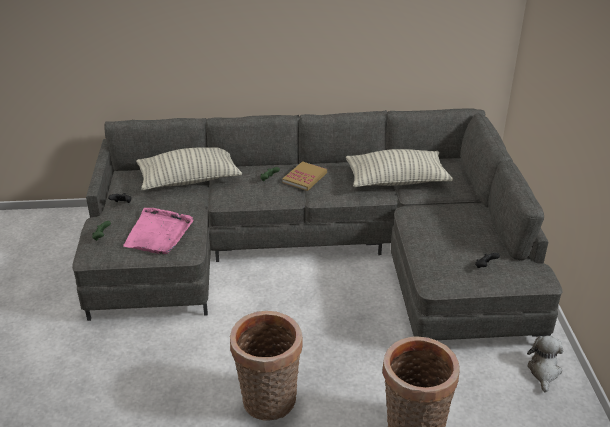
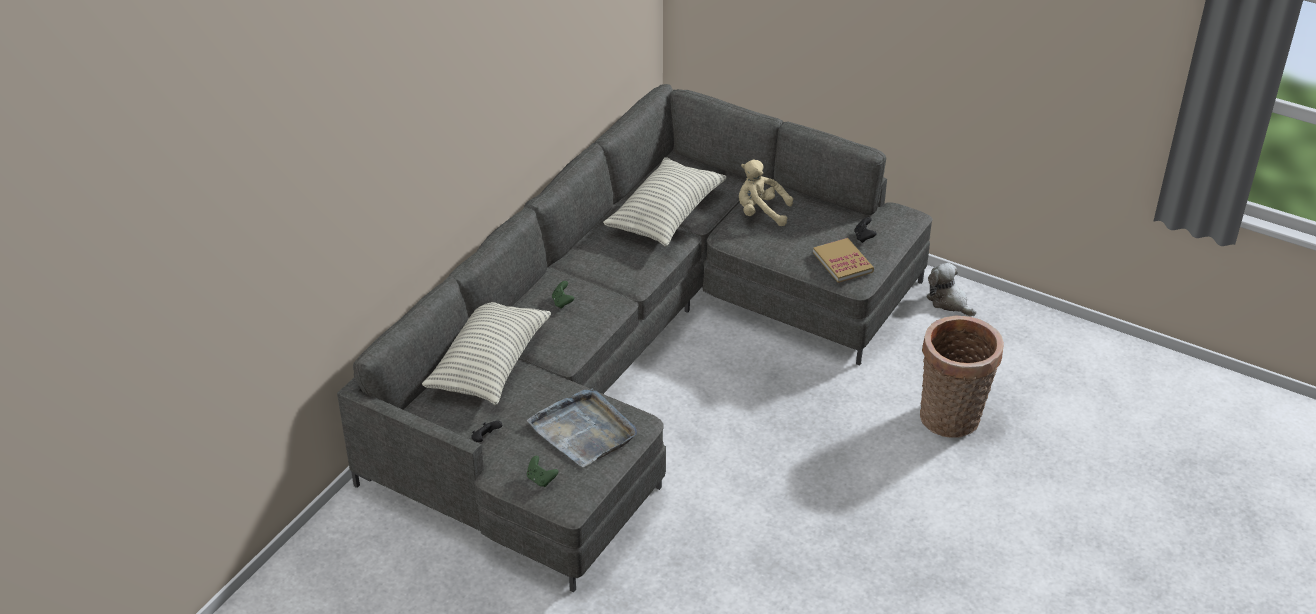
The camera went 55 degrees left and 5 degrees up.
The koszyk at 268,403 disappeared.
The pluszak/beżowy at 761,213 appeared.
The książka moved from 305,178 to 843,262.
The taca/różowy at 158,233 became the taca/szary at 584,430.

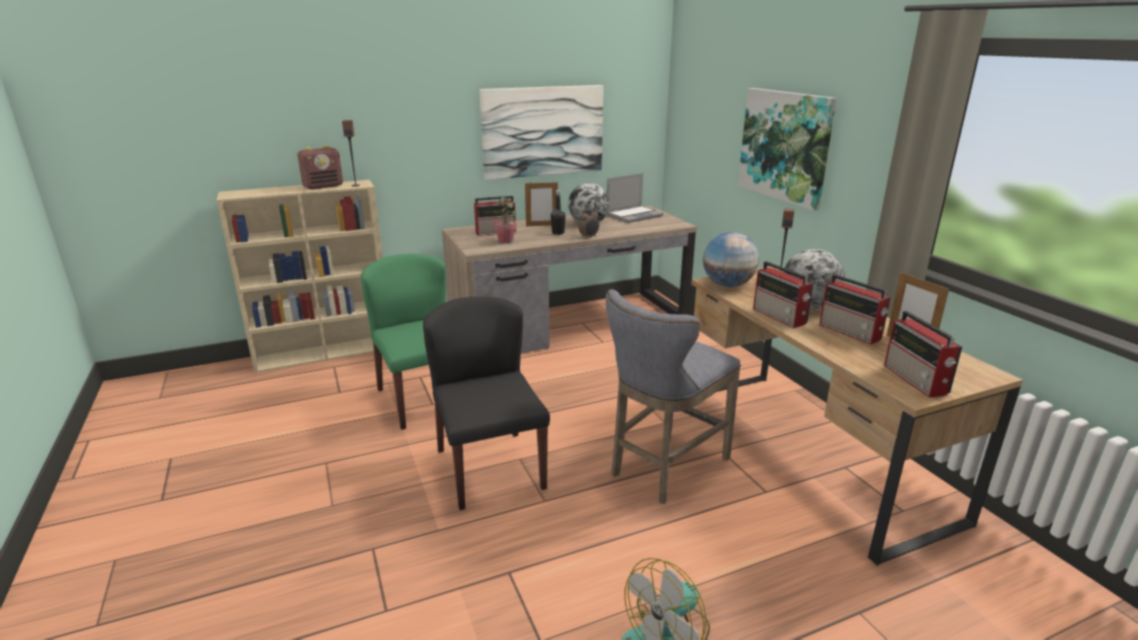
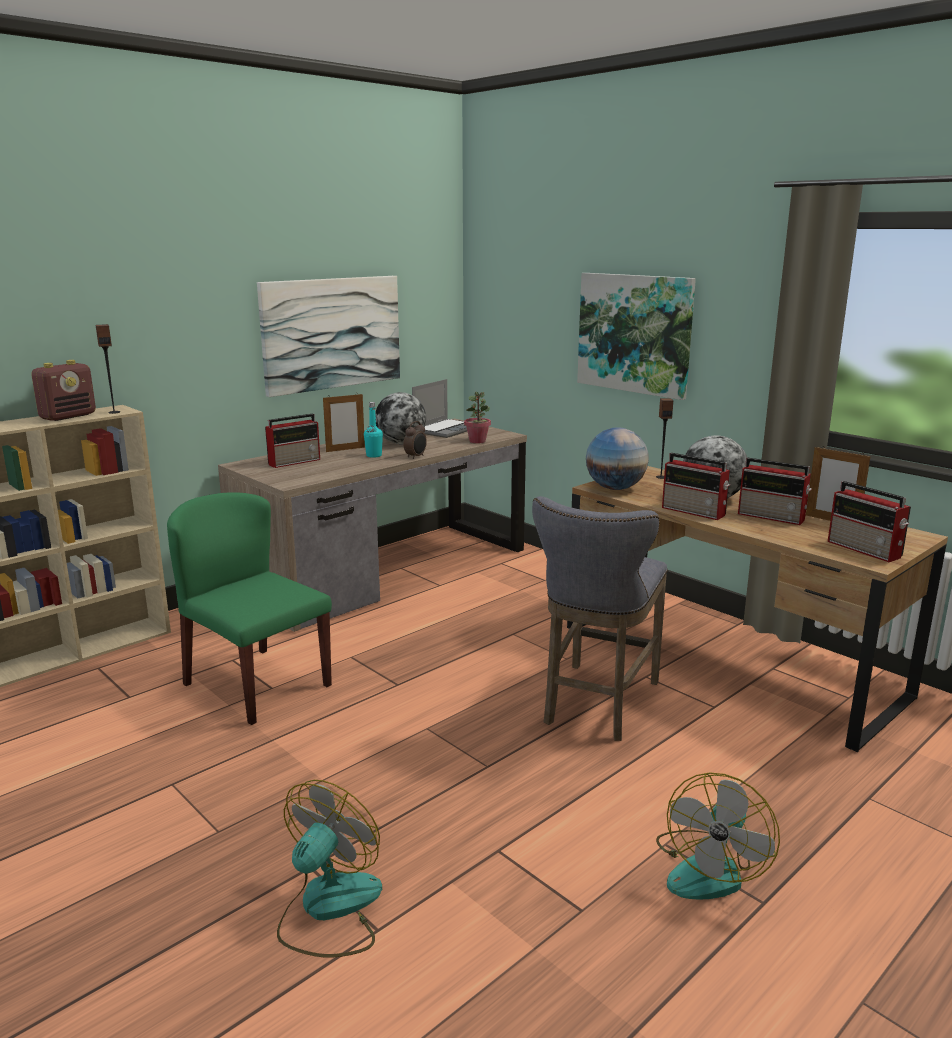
The camera went 20 degrees left and 5 degrees down.
The krzesło/czarny at 489,468 disappeared.
The wentylator at 329,909 appeared.
The roślina doniczkowa moved from 506,241 to 477,441.
The butelka/czarny at 558,233 became the butelka/turkusowy at 374,455.

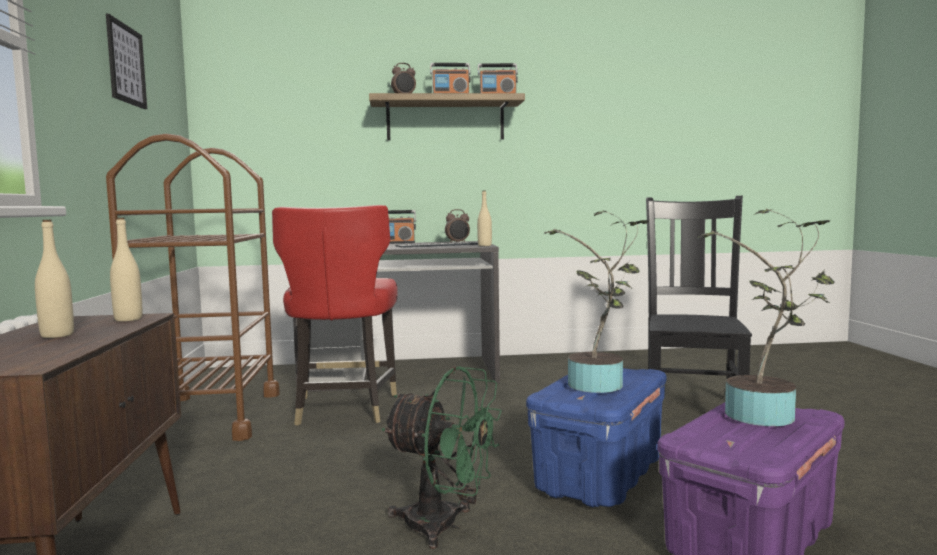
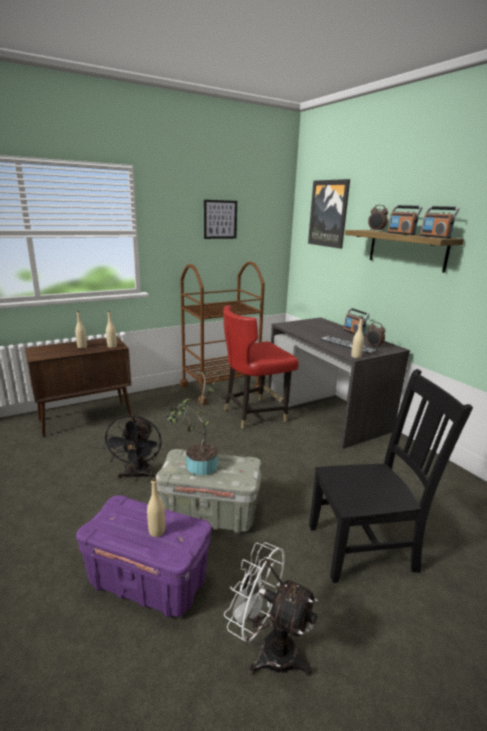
The camera went 65 degrees right and 15 degrees up.
The wentylator/biały at 268,649 appeared.
The obraz at 328,213 appeared.
The roślina doniczkowa at 766,417 was replaced by the butelka/beżowy at 157,531.
The wentylator/zielony at 444,526 became the wentylator/czarny at 137,476.
The pojemnik do przechowywania/niebieski at 599,475 became the pojemnik do przechowywania/szary at 210,513.

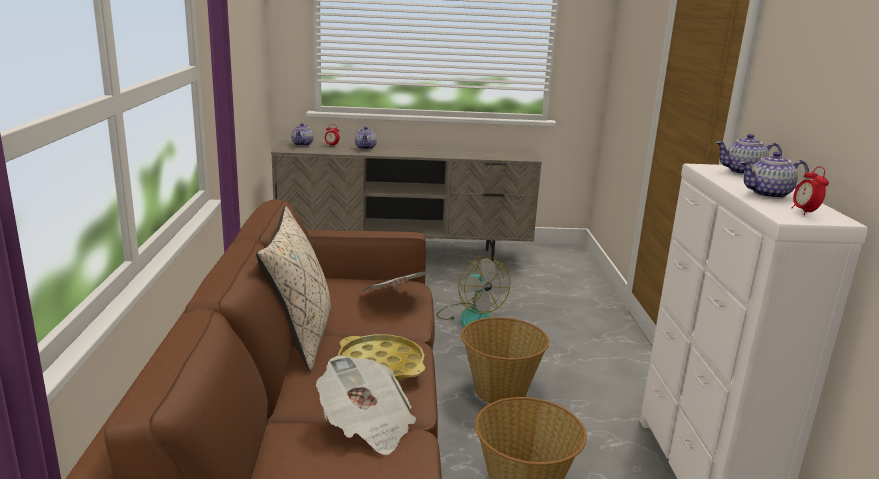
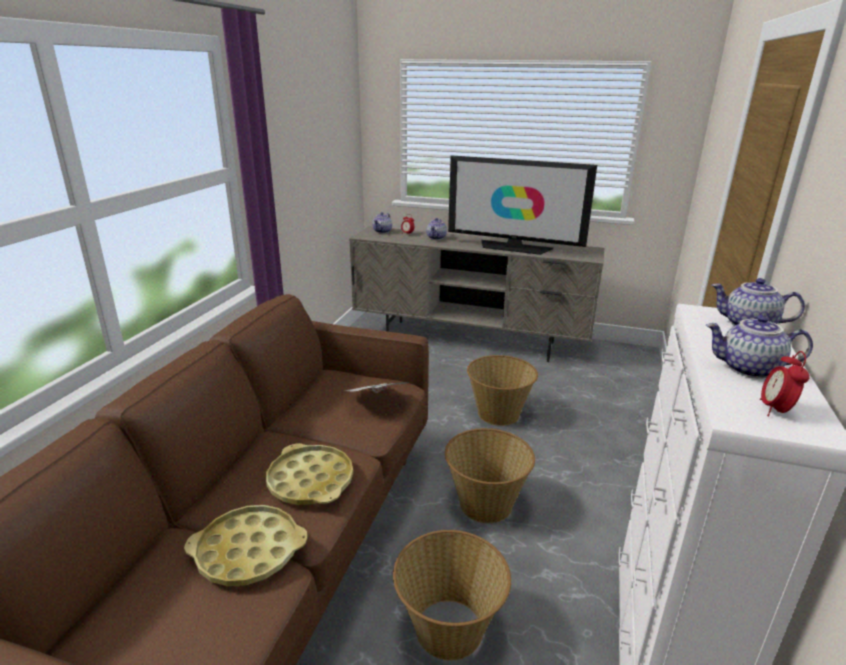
The camera went 20 degrees right and 5 degrees up.
The poduszka/beżowy at 299,338 disappeared.
The telewizor at 514,248 appeared.
The gazeta at 366,425 was replaced by the taca/żółty at 248,551.
The wentylator at 470,316 was replaced by the koszyk at 498,413.

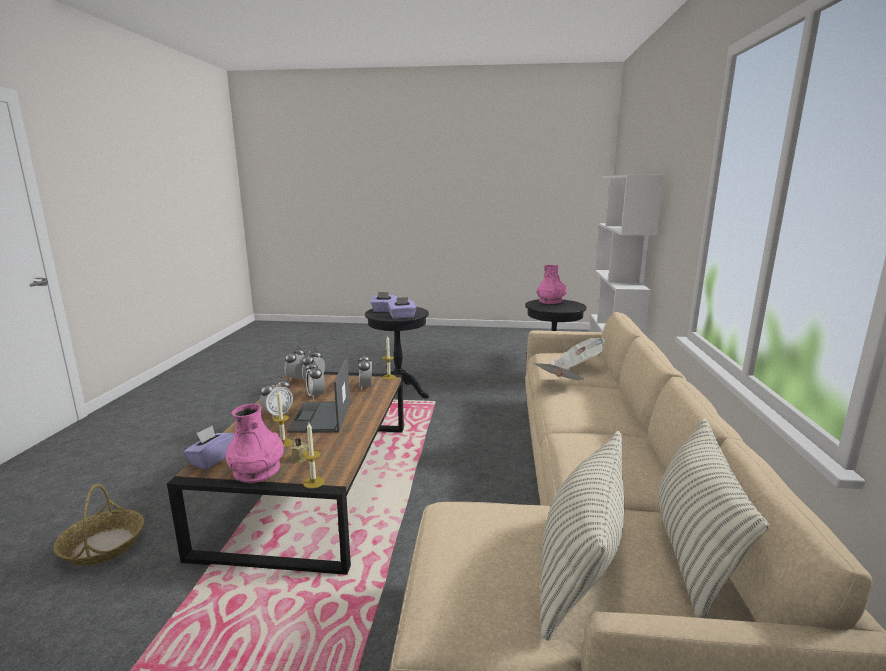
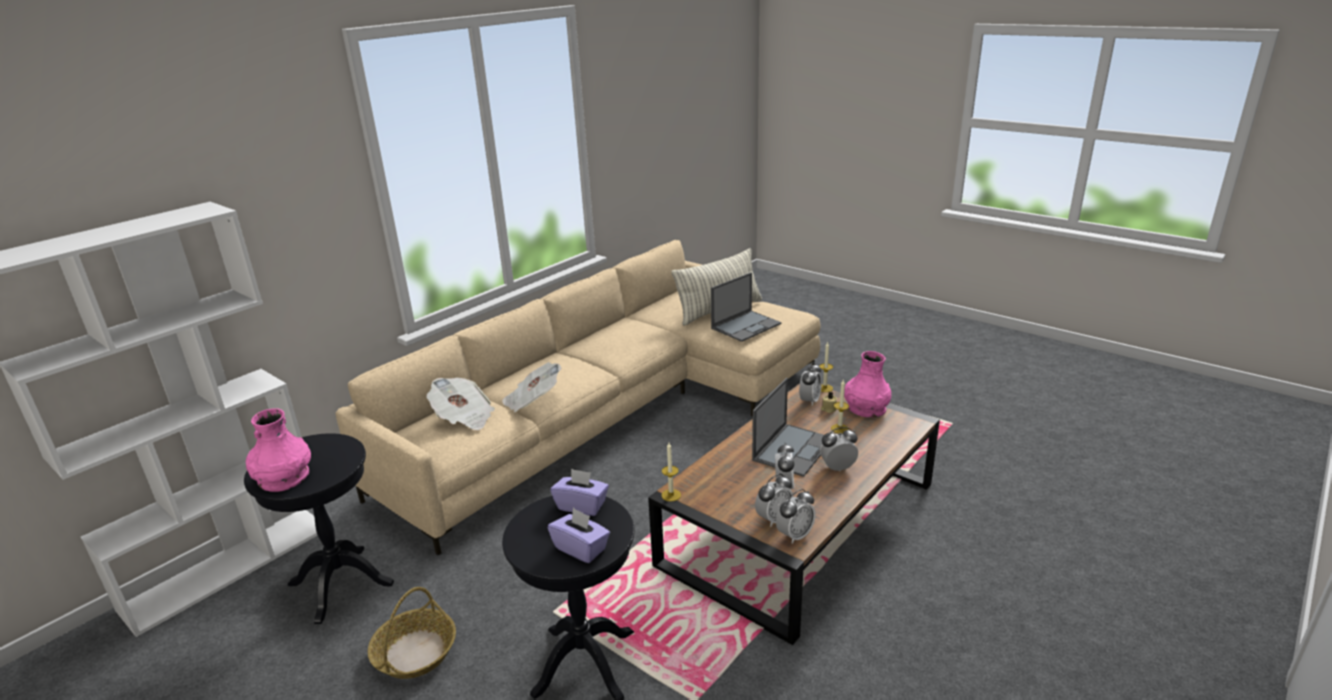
The camera went 145 degrees left and 10 degrees up.
The pudełko chusteczek/fioletowy at 211,459 disappeared.
The poduszka at 692,547 disappeared.
The laptop at 746,326 appeared.
The koszyk moved from 103,545 to 415,653.
The budzik moved from 365,387 to 809,400.

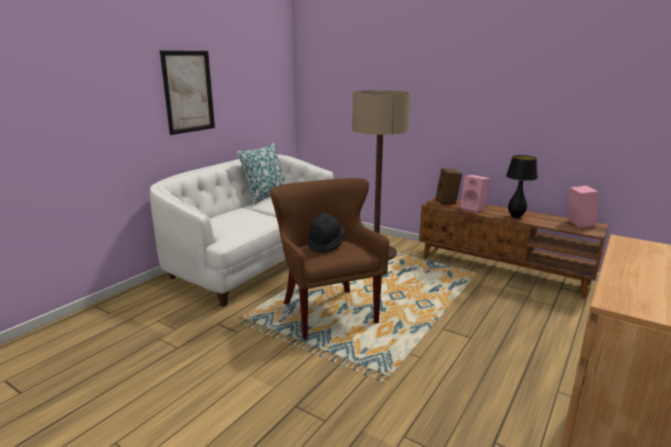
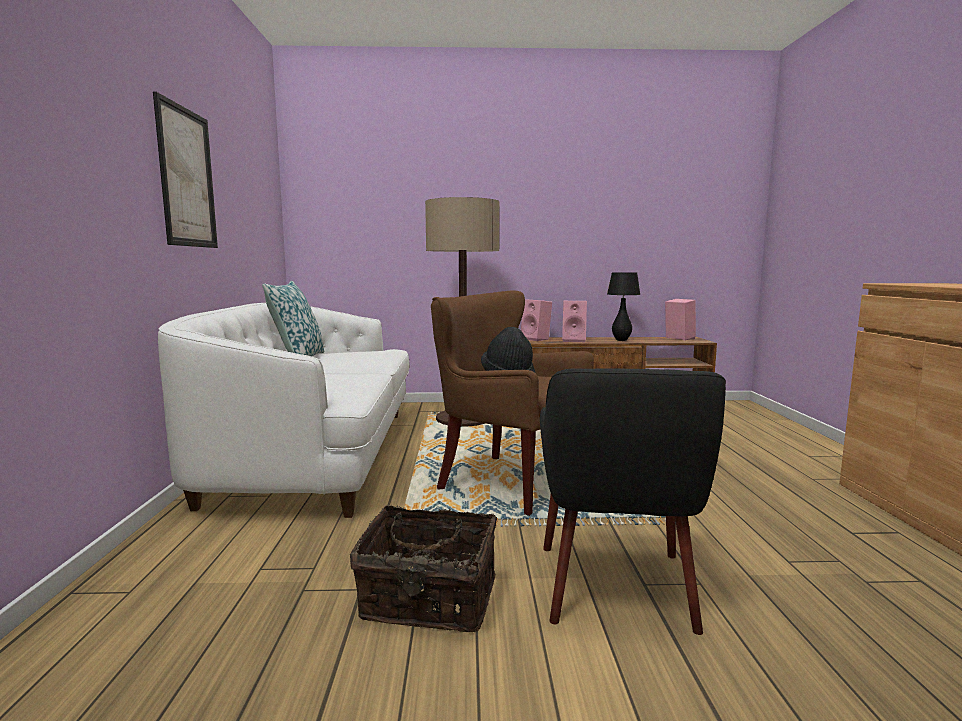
The camera went 35 degrees left and 10 degrees down.
The koszyk at 428,601 appeared.
The fotel/czarny at 615,586 appeared.
The głośnik/brązowy at 448,202 became the głośnik/różowy at 536,339.

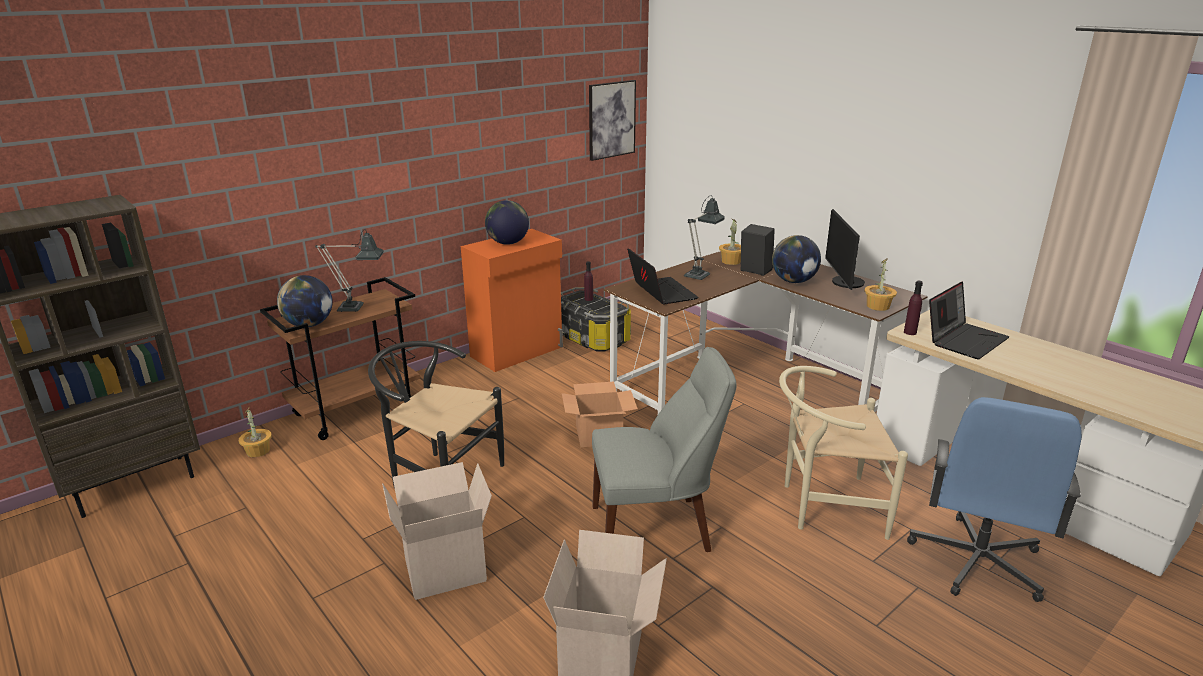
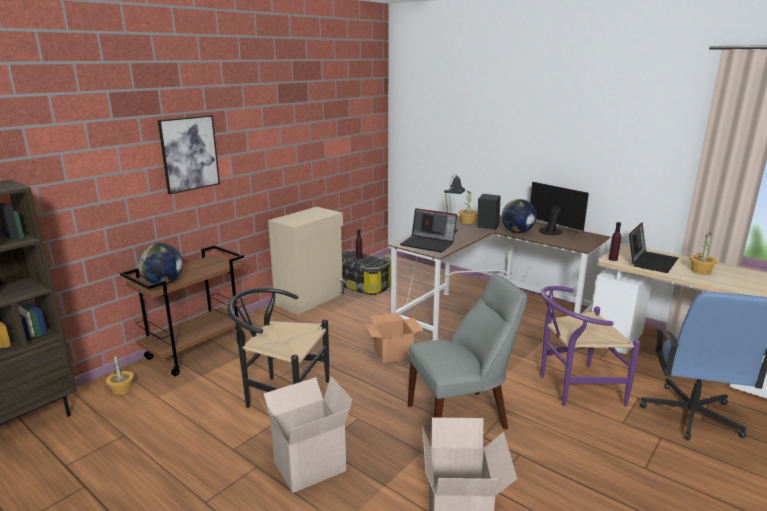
The camera went 10 degrees left and 5 degrees down.
The lampa stołowa at 357,308 disappeared.
The globus at 508,243 disappeared.
The obraz moved from 611,119 to 189,153.
The roślina doniczkowa moved from 878,306 to 701,271.
The szafka/pomarańczowy at 518,352 became the szafka/beżowy at 310,299.
The krzesło/beżowy at 824,506 became the krzesło/fioletowy at 573,388.
The laptop at 660,292 turned 150 degrees clockwise.
The monitor at 844,282 turned 150 degrees clockwise.

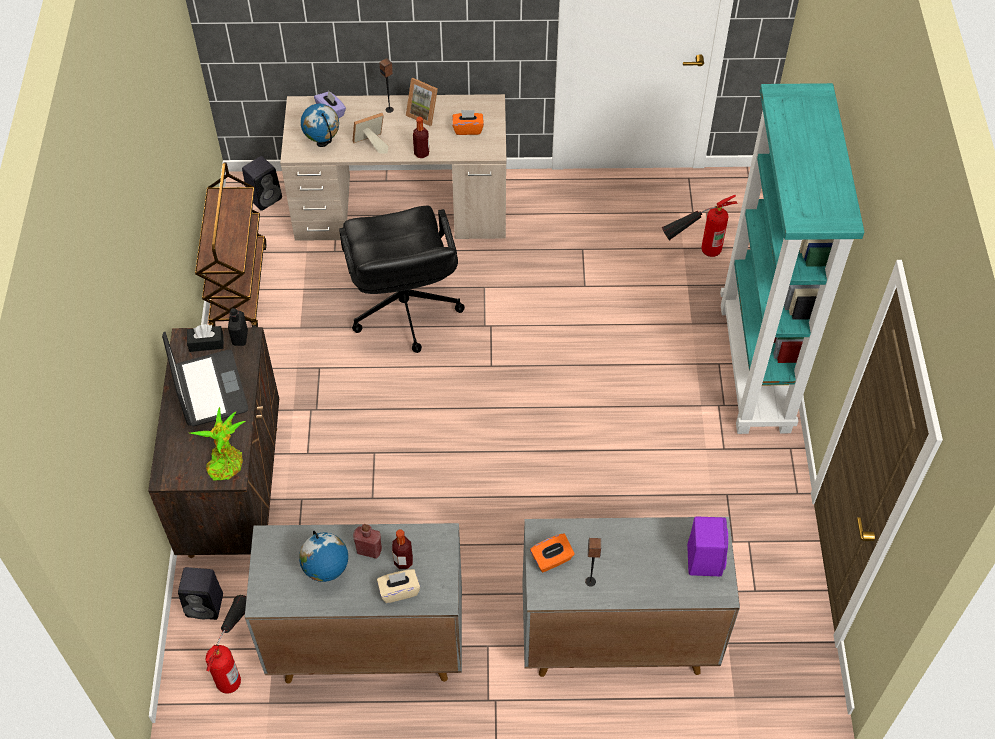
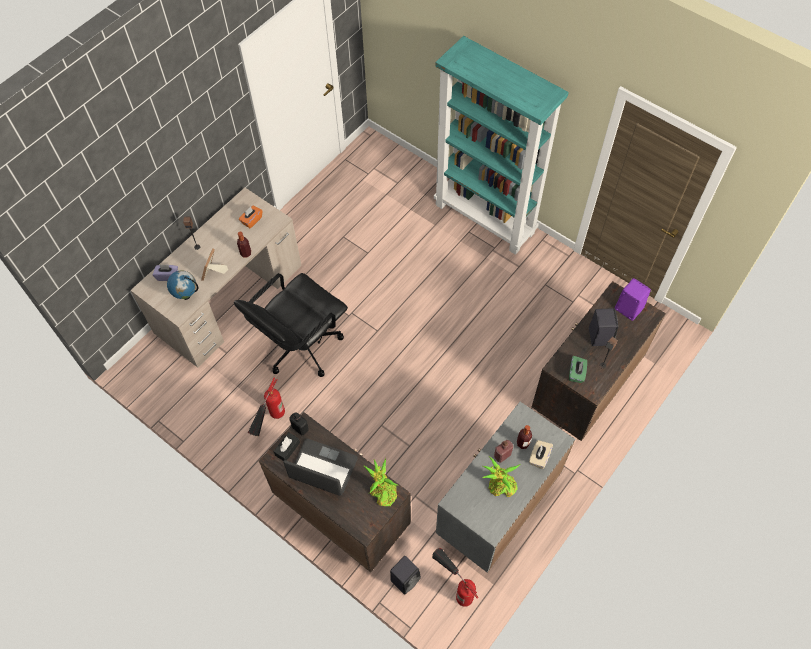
The camera went 50 degrees left and 5 degrees up.
The wózek/brązowy at 238,287 disappeared.
The ramka na zdjęcie at 424,114 disappeared.
The głośnik/czarny moved from 265,197 to 599,335.
The gaśnica moved from 693,253 to 270,424.
The globus at 327,573 was replaced by the roślina doniczkowa at 500,486.
The szafka/szary at 615,638 became the szafka/brązowy at 585,390.
The pudełko chusteczek/pomarańczowy at 552,559 became the pudełko chusteczek/zielony at 576,373.
The krzesło biurowe/czarny at 404,309 turned 105 degrees clockwise.

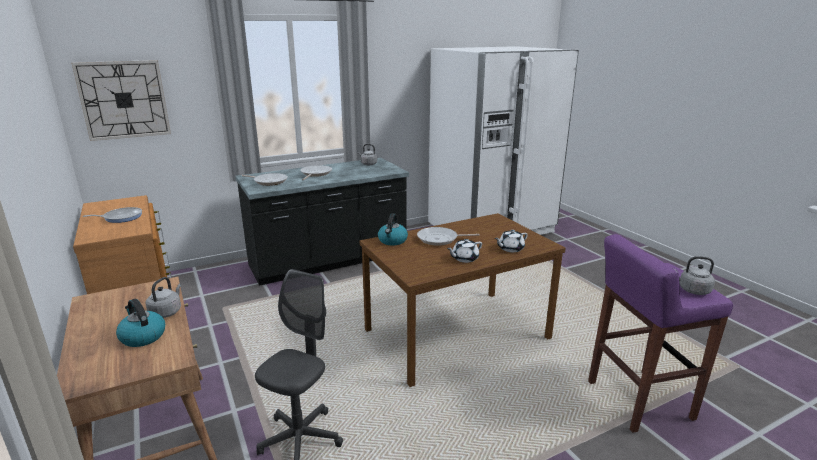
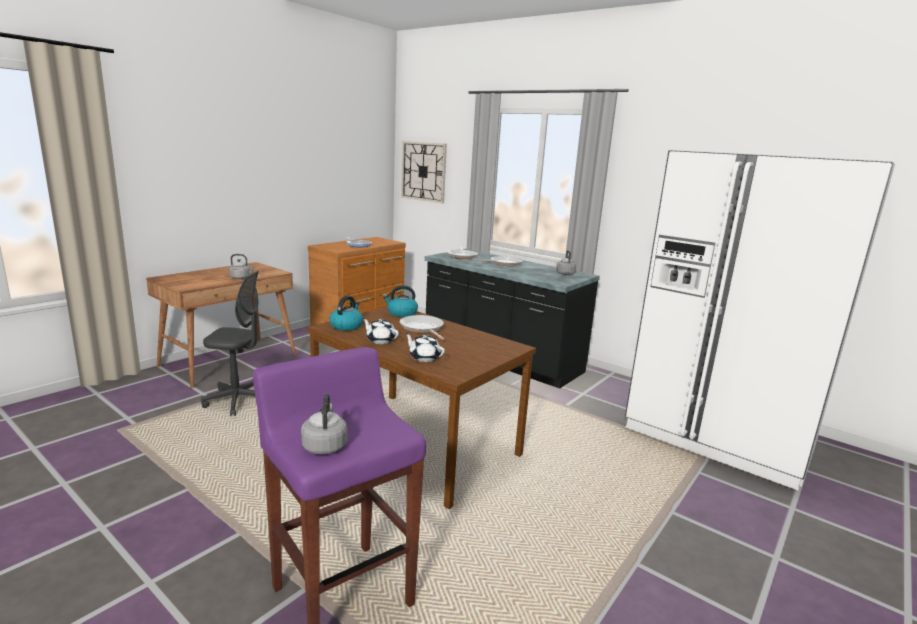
The camera went 65 degrees right and 5 degrees down.
The czajnik moved from 142,336 to 346,326.

